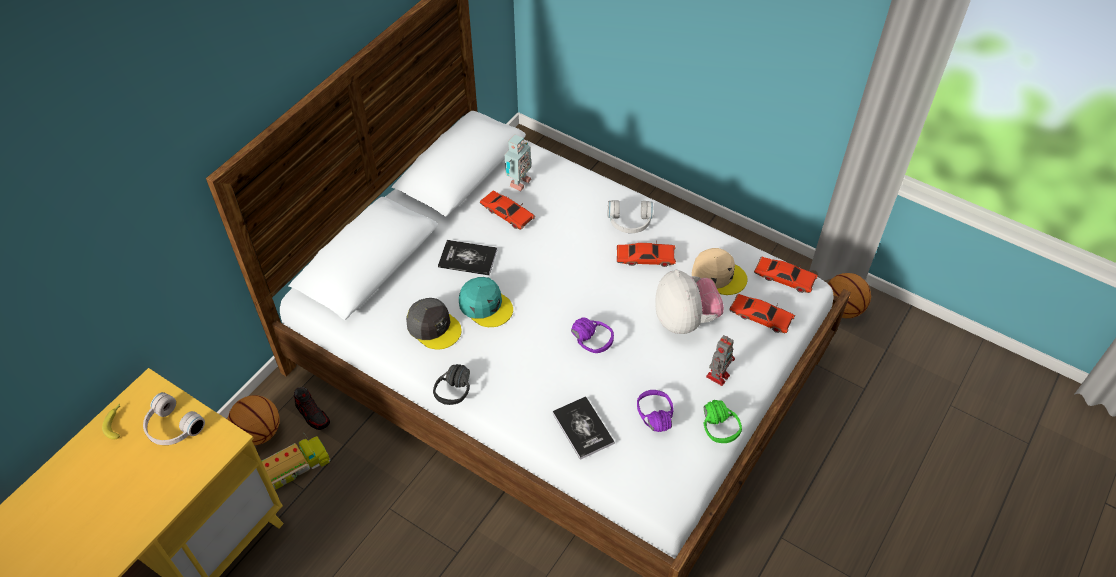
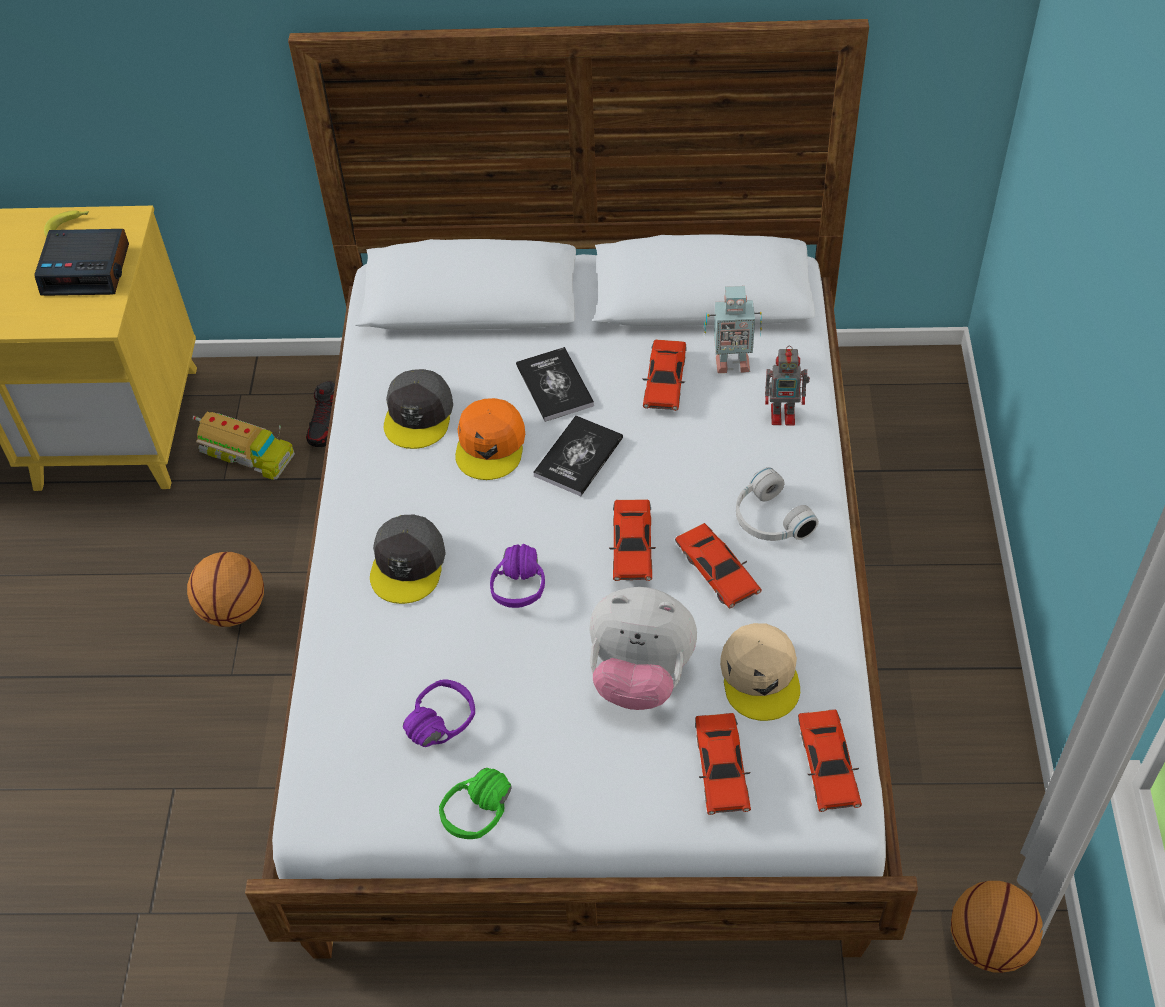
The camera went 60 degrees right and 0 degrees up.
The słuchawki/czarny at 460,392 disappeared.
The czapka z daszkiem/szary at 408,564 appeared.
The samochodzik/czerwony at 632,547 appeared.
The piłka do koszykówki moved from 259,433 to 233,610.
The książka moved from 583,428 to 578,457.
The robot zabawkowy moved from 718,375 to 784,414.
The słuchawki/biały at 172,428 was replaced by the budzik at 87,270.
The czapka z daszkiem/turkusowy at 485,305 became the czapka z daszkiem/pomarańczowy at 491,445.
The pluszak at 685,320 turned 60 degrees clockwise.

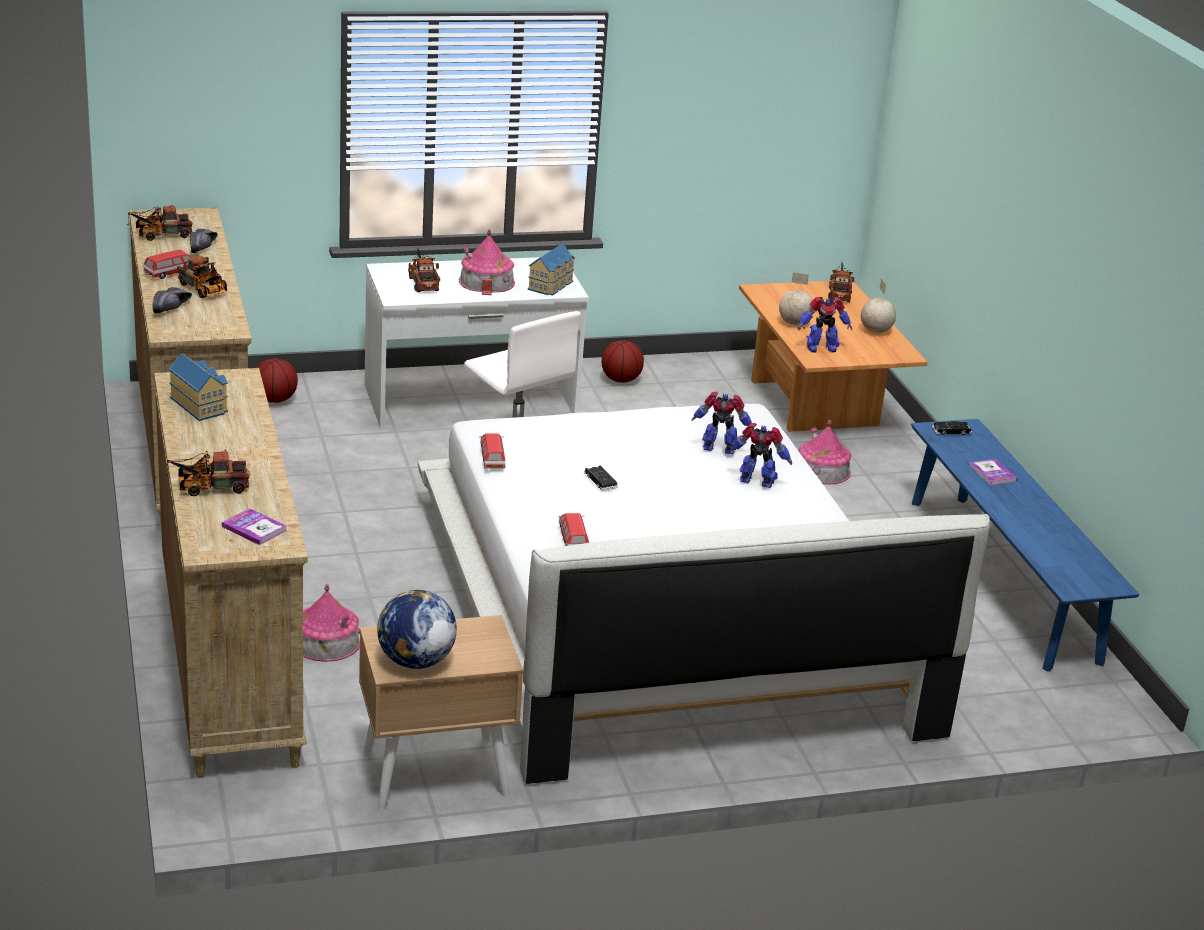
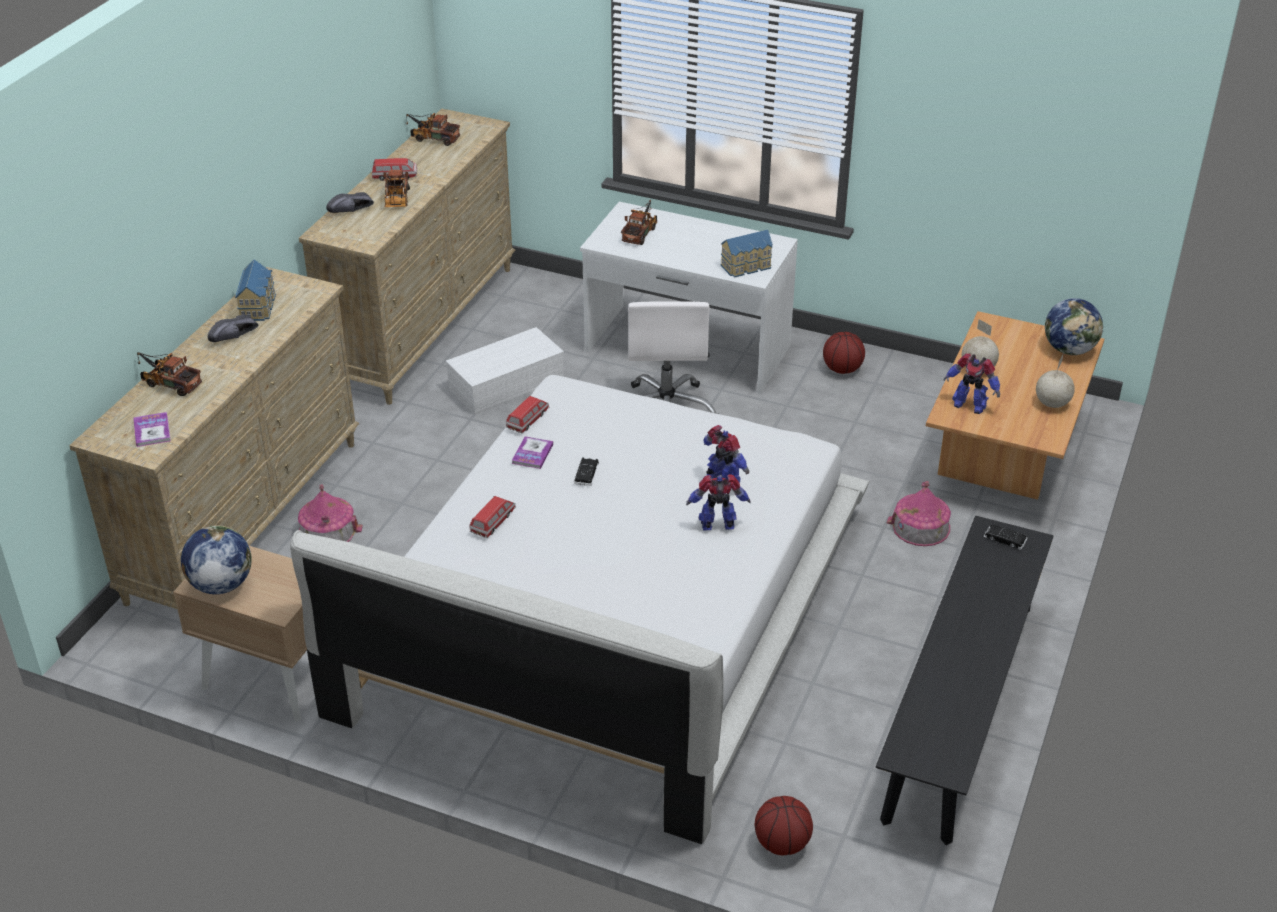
The camera went 40 degrees right and 10 degrees up.
The domek at 486,281 disappeared.
The pojemnik do przechowywania/biały at 507,383 appeared.
The but/czarny moved from 204,249 to 235,337.
The piłka do koszykówki moved from 274,400 to 781,843.
The książka moved from 992,473 to 532,454.
The ciężarówka zabawkowa at 839,293 was replaced by the globus at 1069,349.
The ławka/niebieski at 1002,578 became the ławka/czarny at 959,709.
The robot zabawkowy at 757,482 turned 60 degrees counterclockwise.

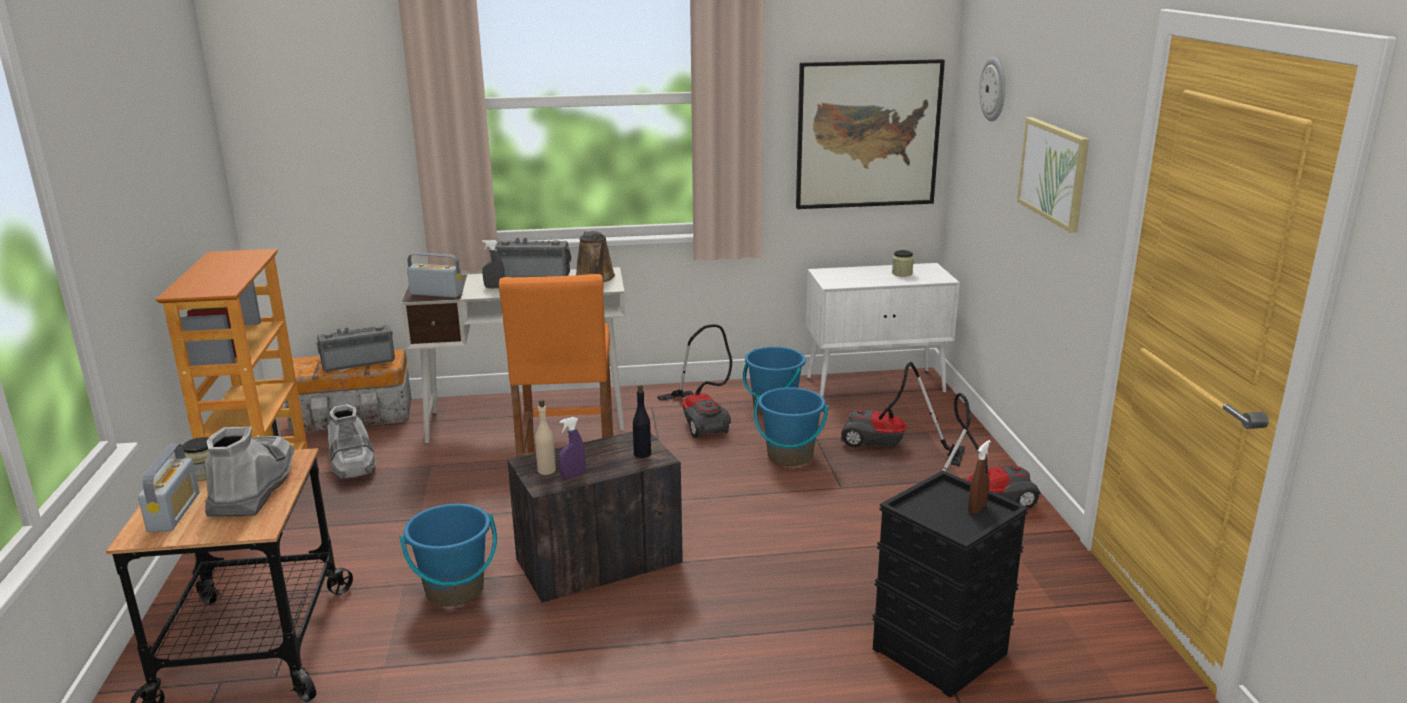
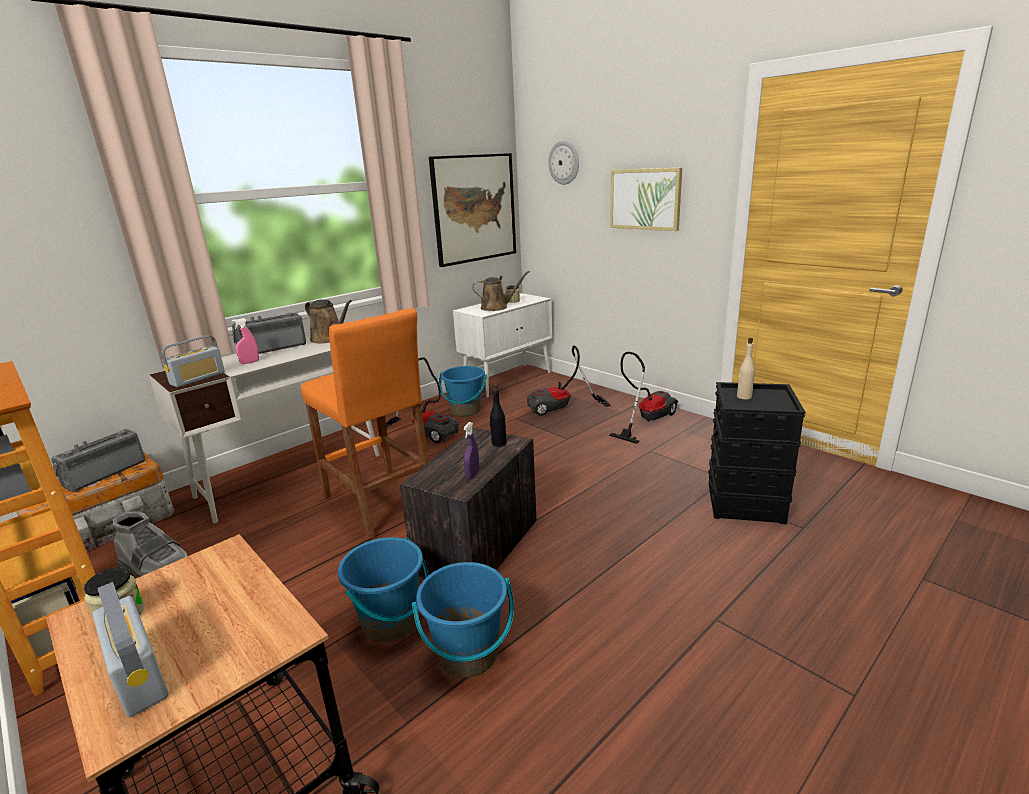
The camera went 35 degrees left and 0 degrees up.
The but z cholewką/szary at 253,488 disappeared.
The spryskiwacz/brązowy at 977,509 disappeared.
The konewka/brązowy at 497,307 appeared.
The butelka/beżowy moved from 546,470 to 743,397.
The wiadro/niebieski moved from 790,456 to 468,655.
The spryskiwacz/szary at 494,287 became the spryskiwacz/różowy at 250,362.
The radio at 436,293 turned 150 degrees clockwise.

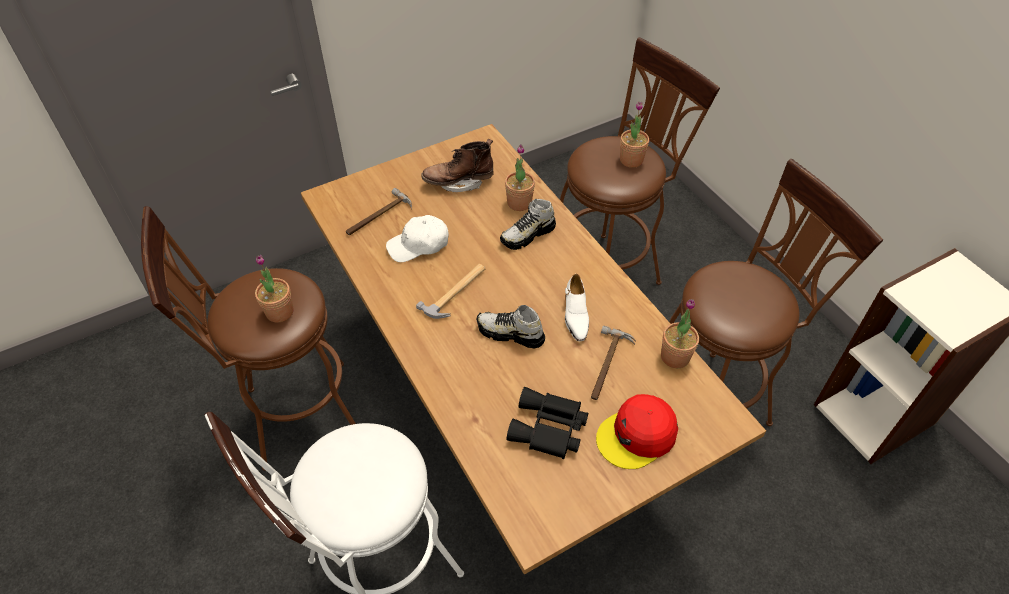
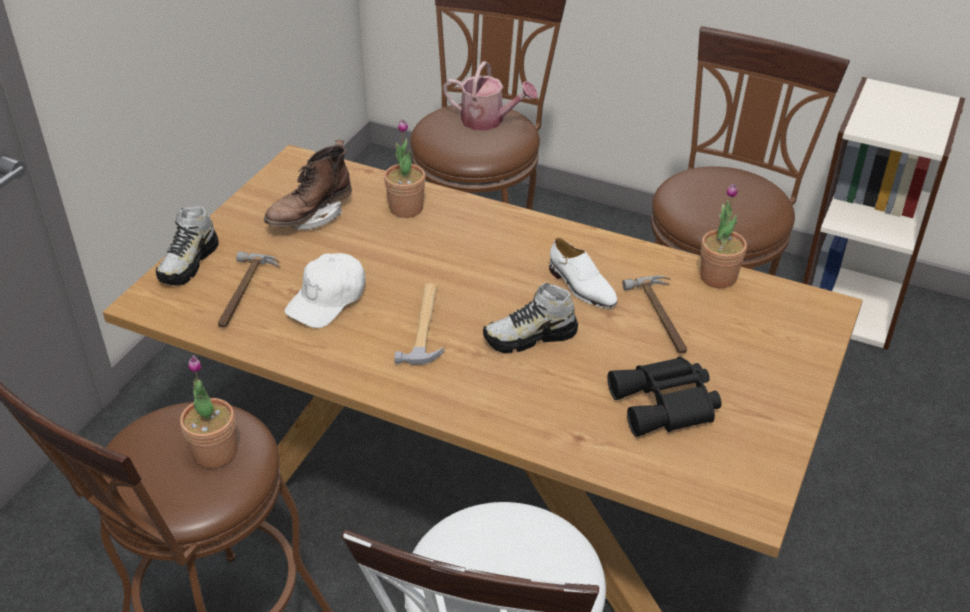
The camera went 35 degrees left and 10 degrees down.
The czapka z daszkiem/czerwony at 637,436 disappeared.
The but moved from 528,235 to 189,263.
The roślina doniczkowa at 631,160 was replaced by the konewka at 488,121.

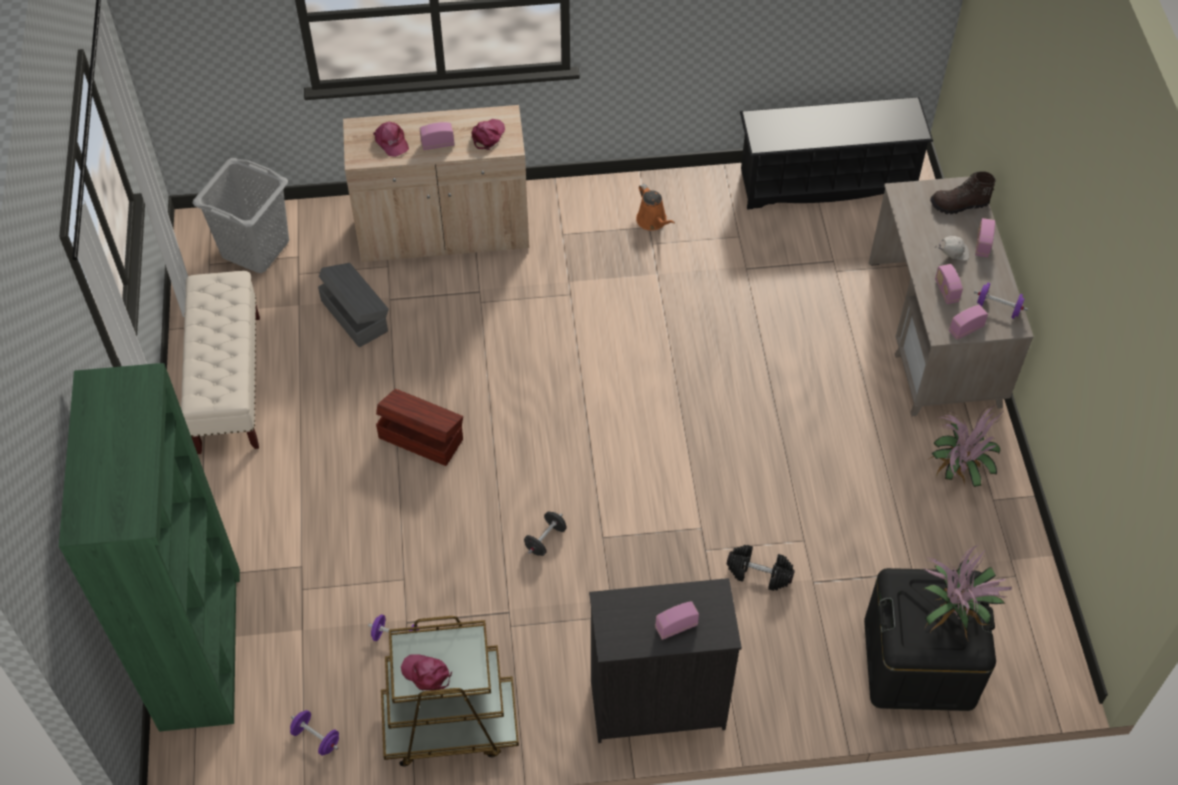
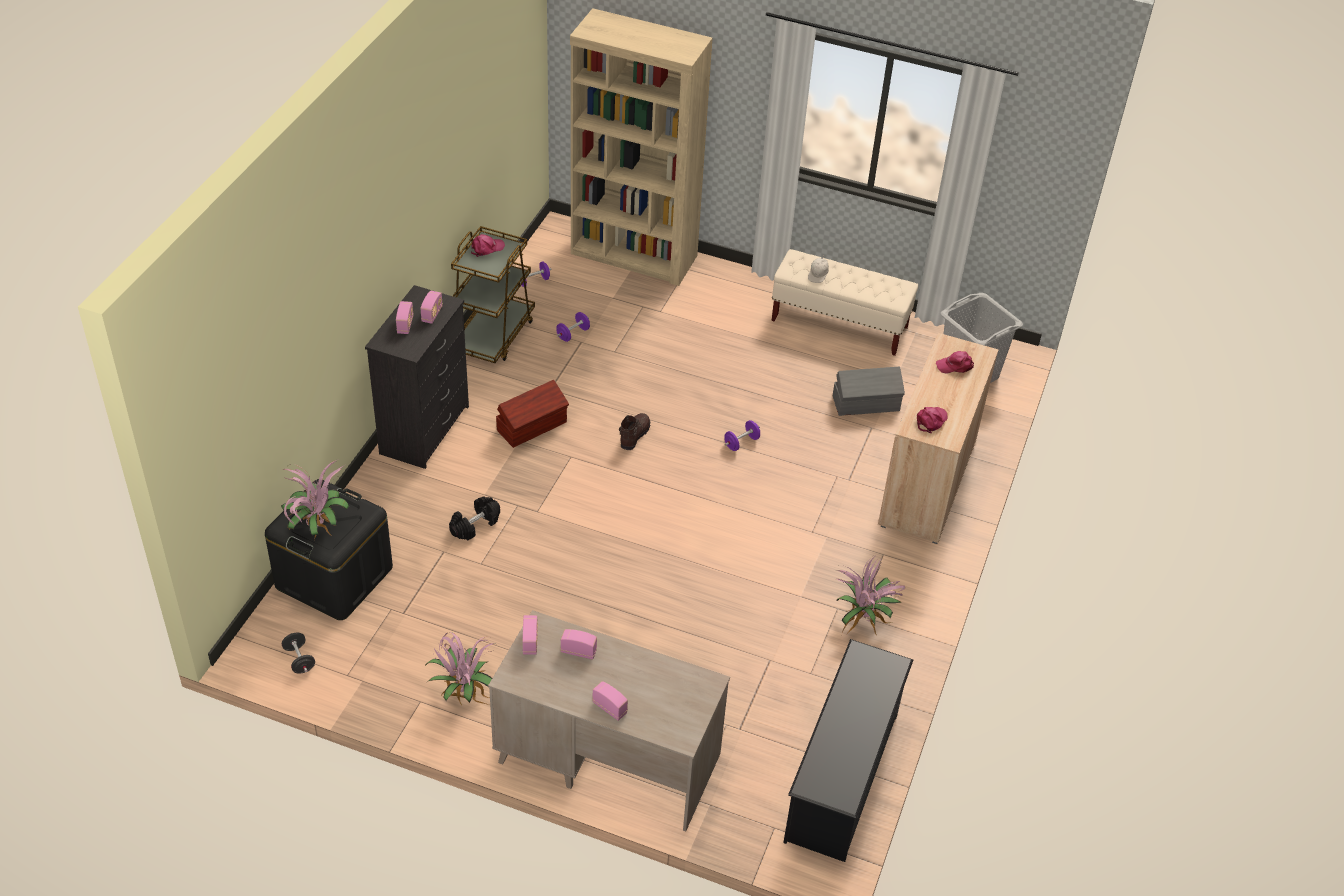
The camera went 115 degrees right and 10 degrees down.
The pojemnik do przechowywania/brązowy moved from 420,437 to 533,426.
The radio moved from 437,144 to 432,314.
The hantel/czarny moved from 545,540 to 299,660.
The but z cholewką/brązowy moved from 959,205 to 634,436.
The czapka z daszkiem/biały moved from 952,254 to 818,275.
The hantel/fioletowy moved from 998,308 to 741,443.
The konewka/pomarańczowy at 653,221 was replaced by the roślina doniczkowa at 864,621.
The regał/zielony at 200,647 became the regał/beżowy at 634,255.
The czapka z daszkiem/różowy at 488,135 turned 105 degrees counterclockwise.

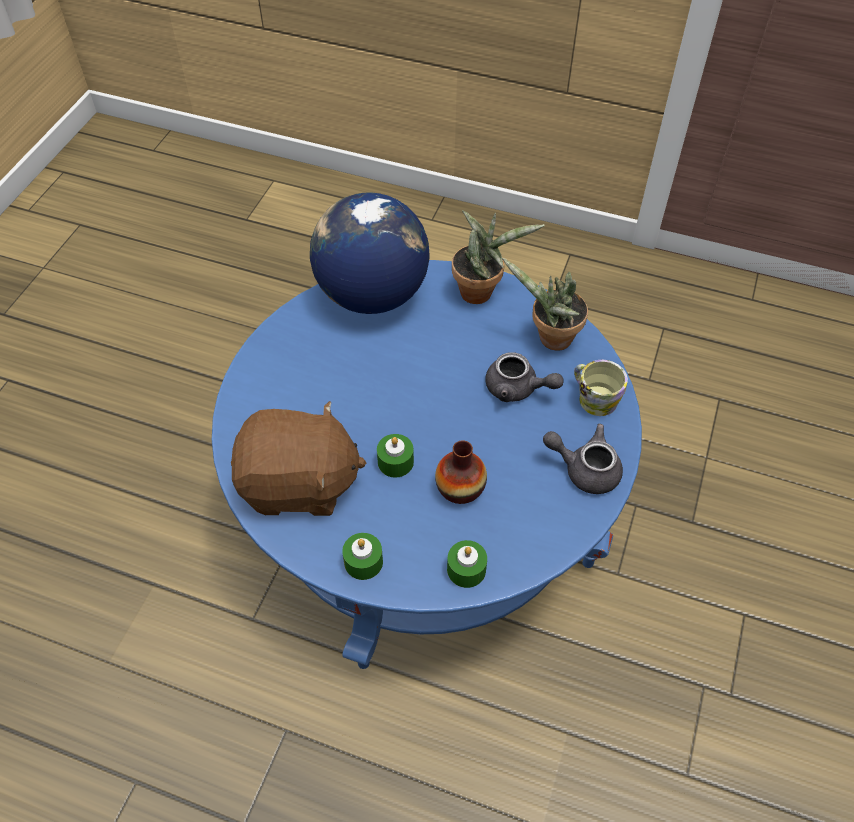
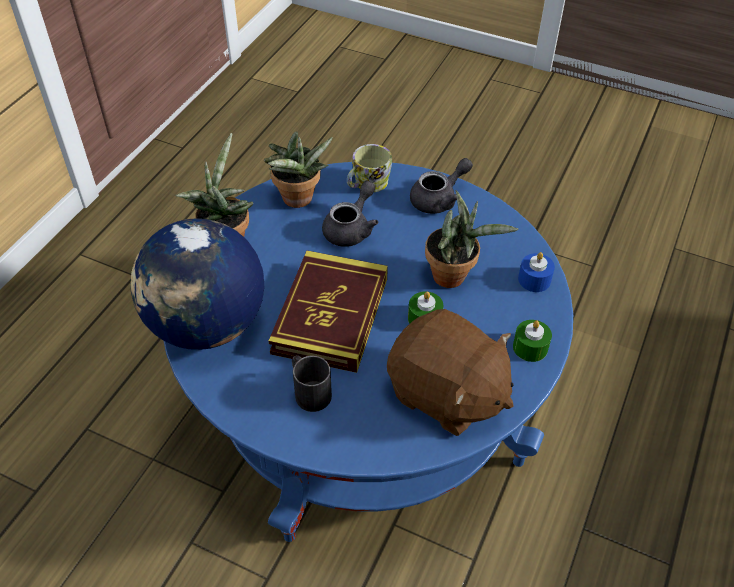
The camera went 85 degrees left and 5 degrees down.
The książka at 330,315 appeared.
The kubek/czarny at 309,391 appeared.
The wazon at 460,487 was replaced by the roślina doniczkowa at 454,276.
The świeca/zielony at 466,569 became the świeca/niebieski at 534,279.
The pluszak/brązowy at 299,484 turned 120 degrees clockwise.
The imbryk/szary at 584,469 turned 150 degrees counterclockwise.

